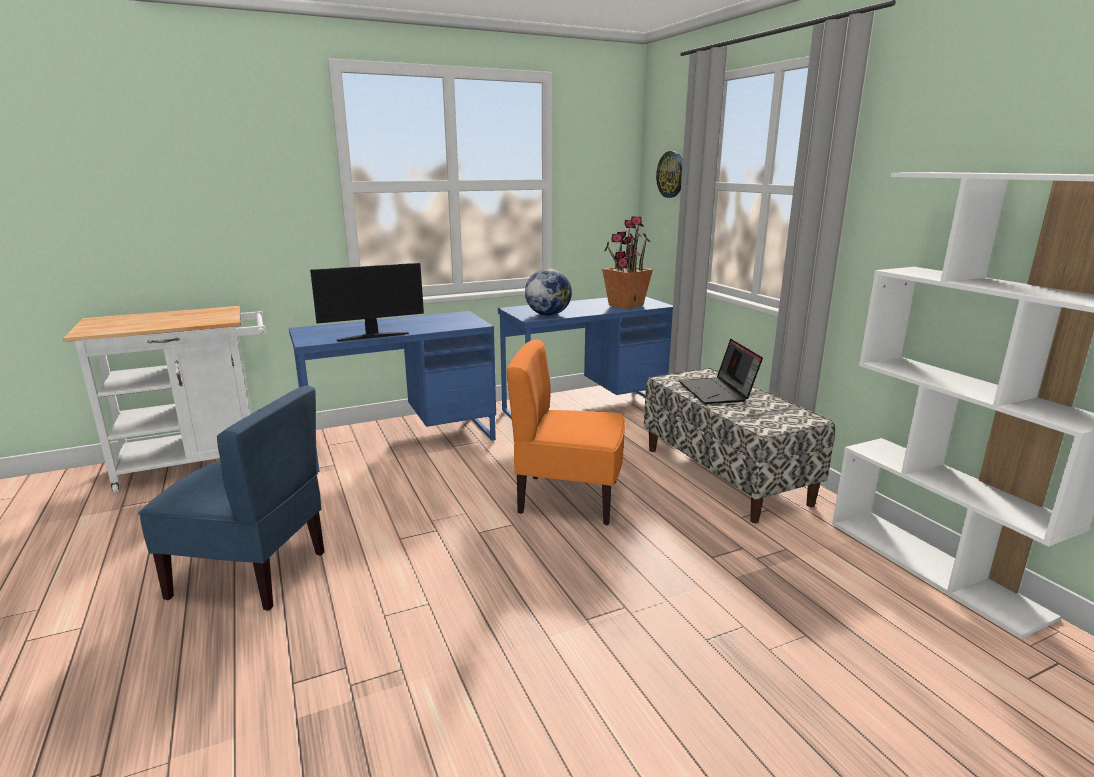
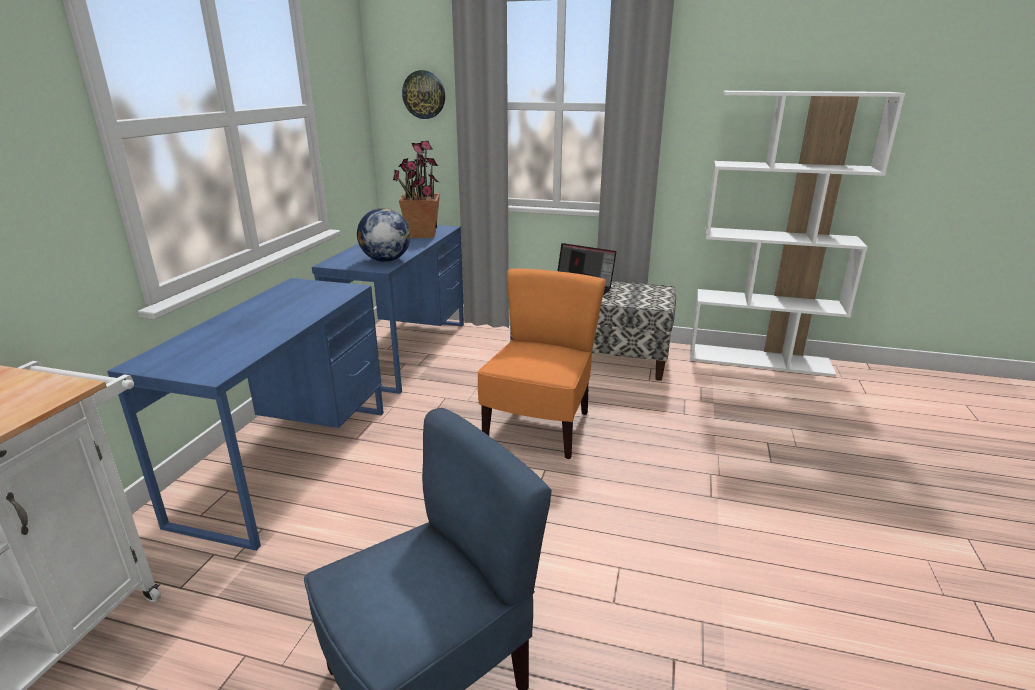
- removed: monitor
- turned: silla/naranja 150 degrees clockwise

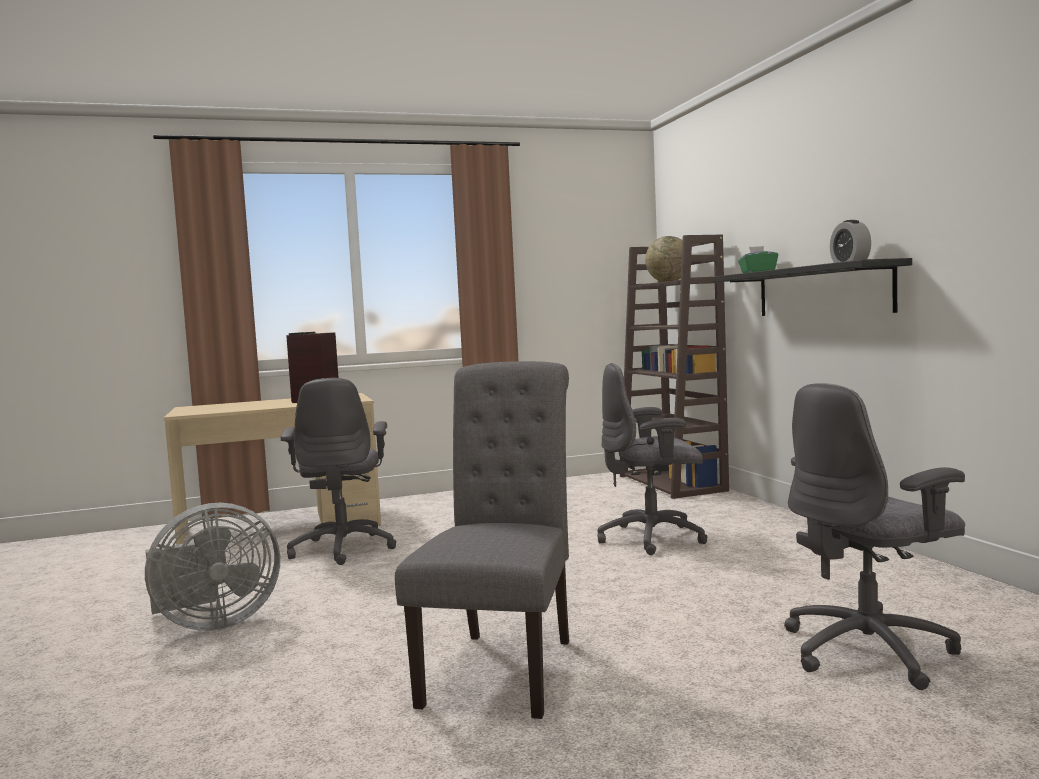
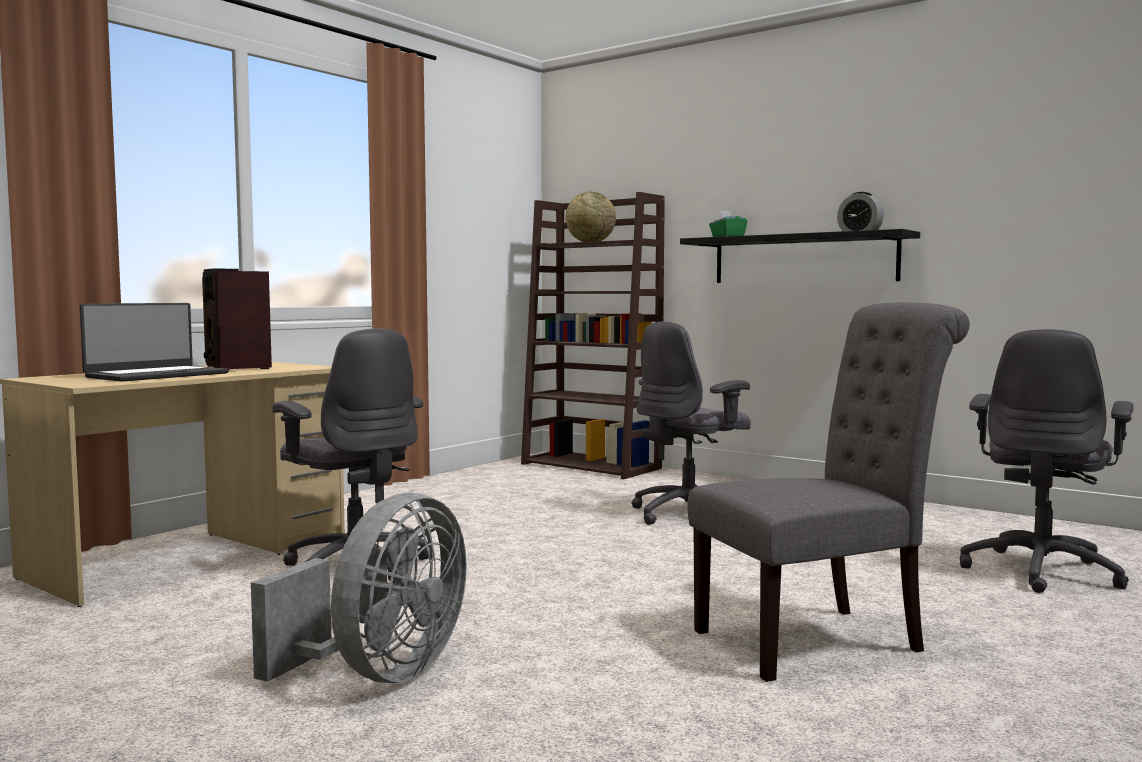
- turned: silla/gris 90 degrees clockwise
- added: portátil

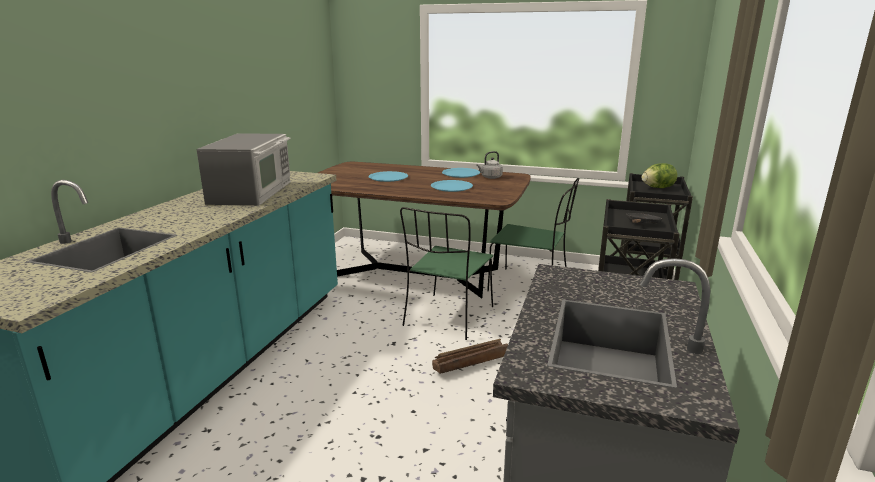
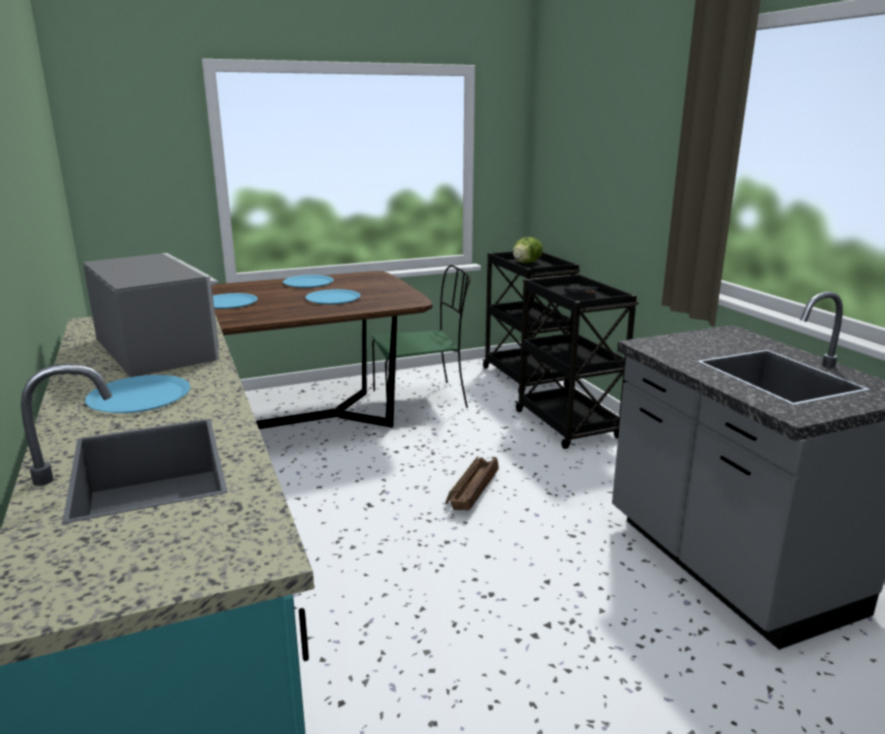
- removed: hervidor/gris
- removed: silla/verde (1st from left)
- added: plato/azul (1st from left)

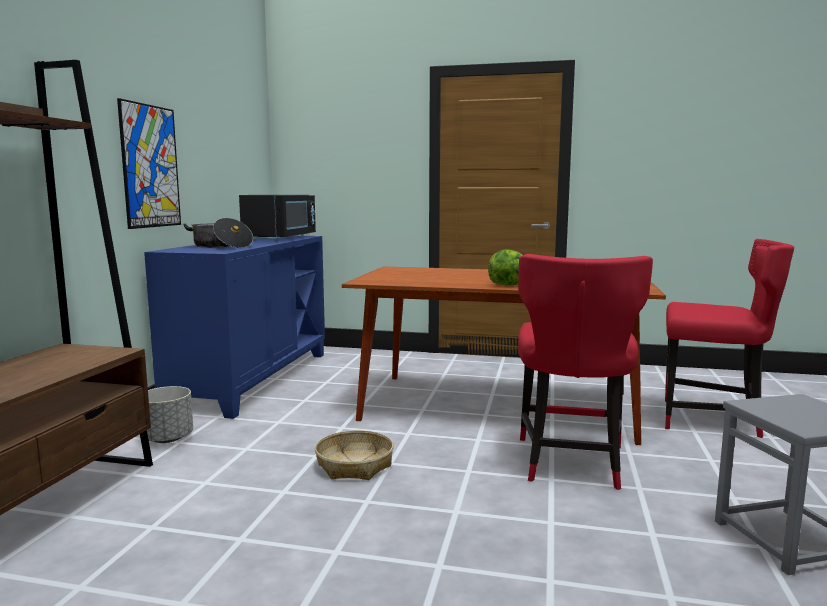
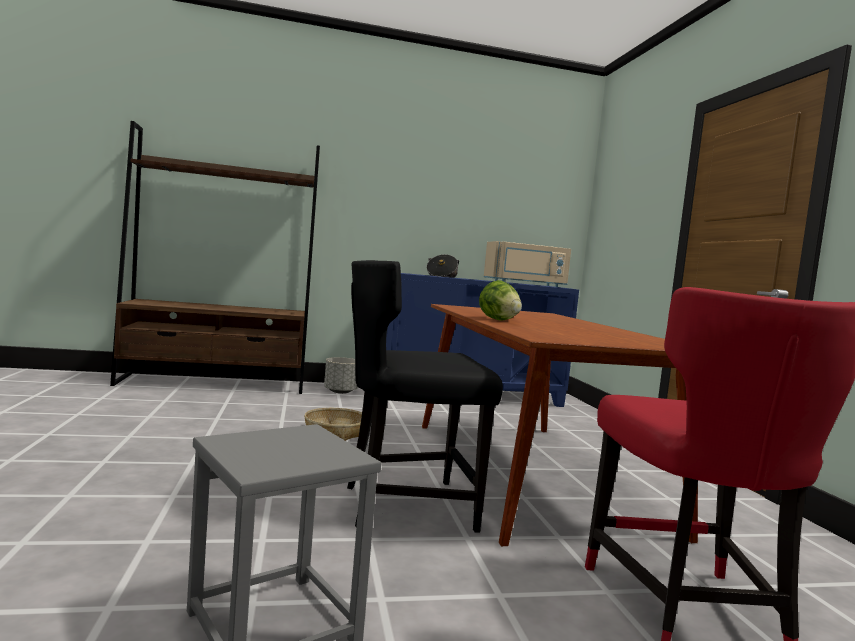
- removed: cuadro
- recoloured: microondas/negro to microondas/beis
- recoloured: silla/rojo (1st from left) to silla/negro

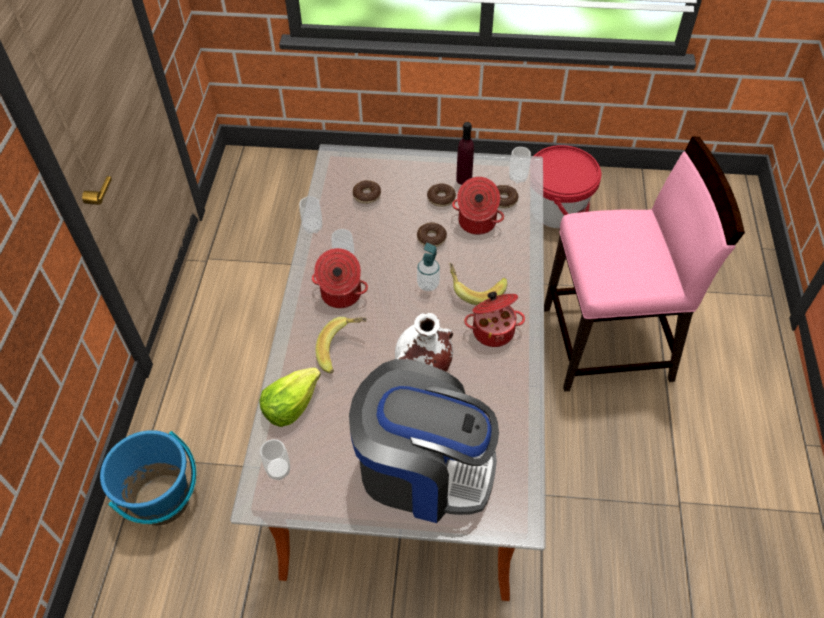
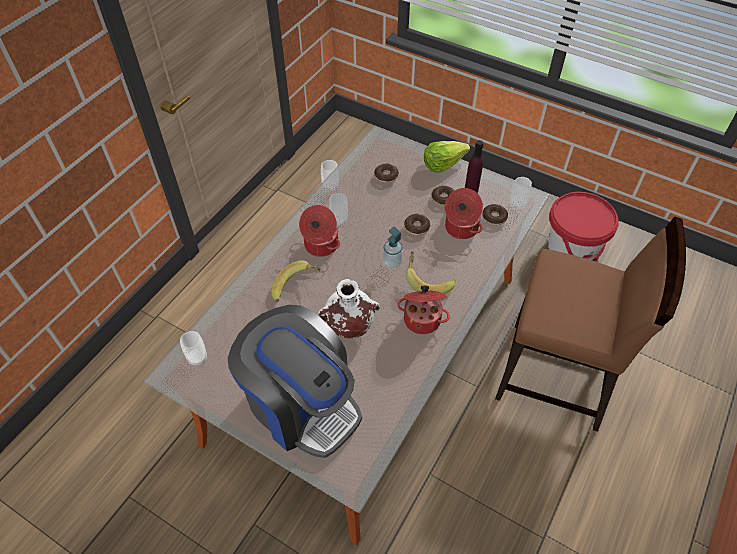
- recoloured: silla/rosa to silla/marrón
- moved: lechuga
- removed: cubo/azul

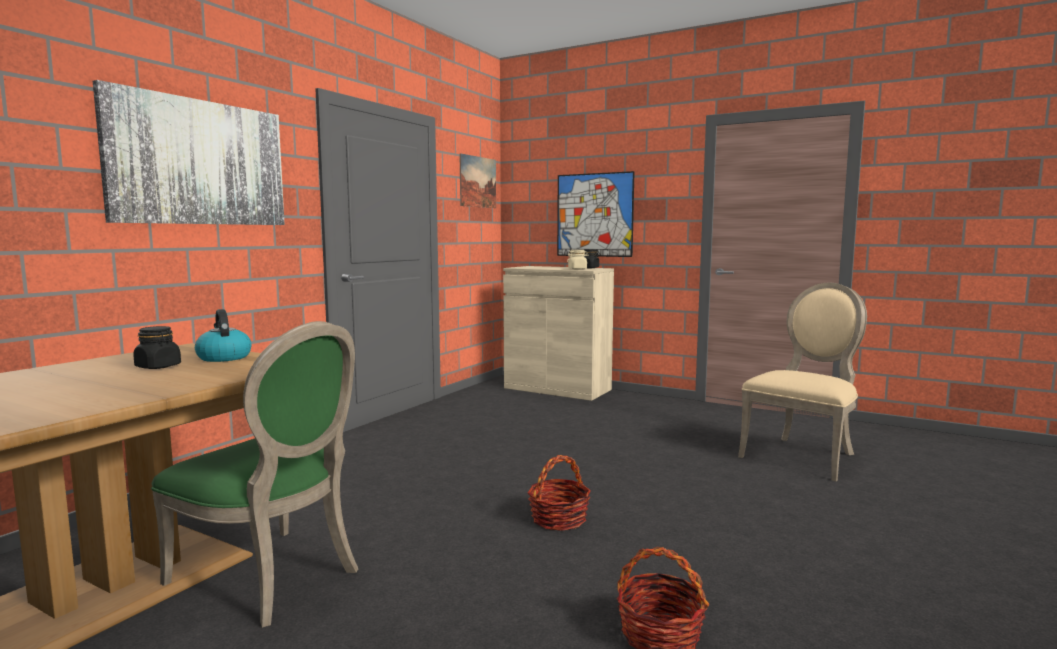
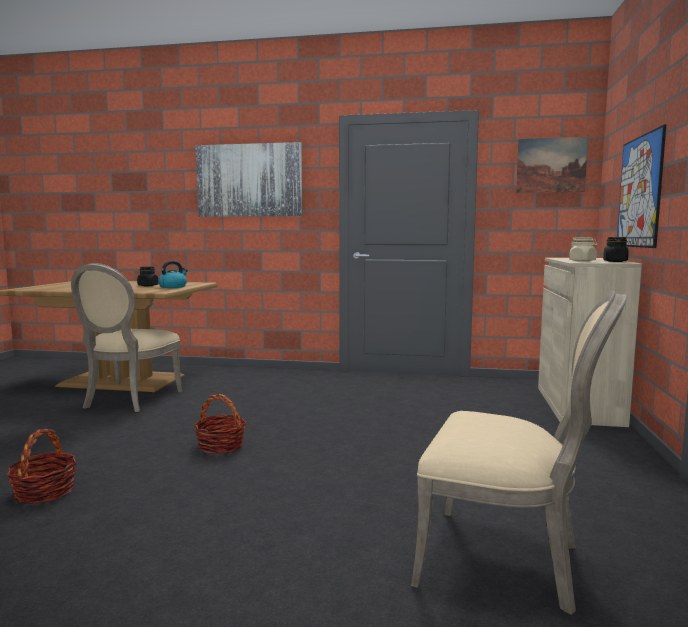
- recoloured: silla/verde to silla/beis (1st from left)

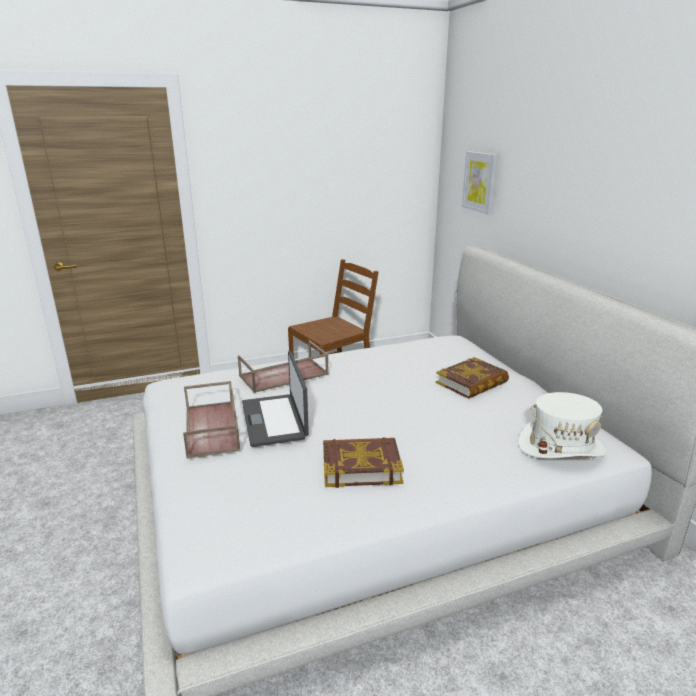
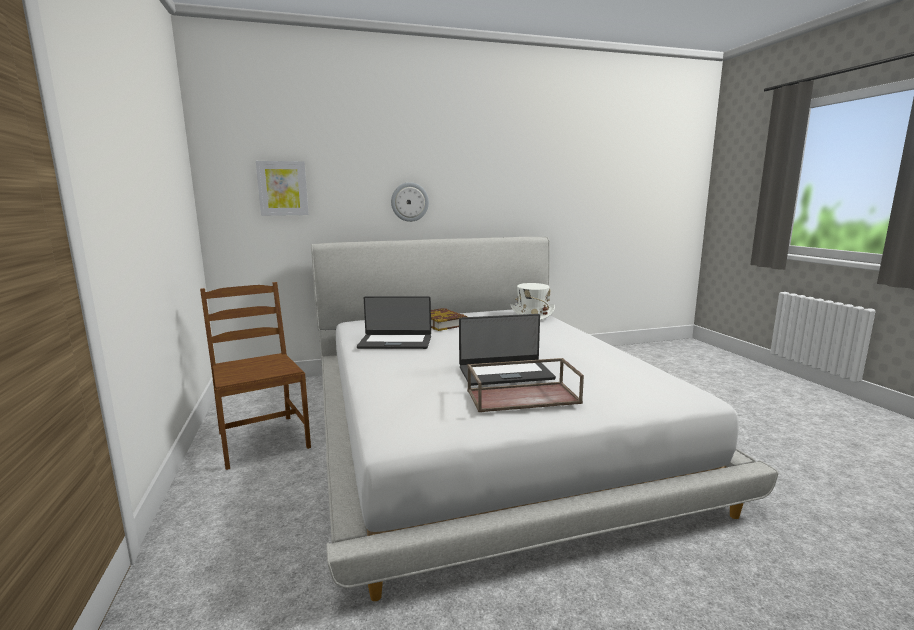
- removed: bandeja/marrón (2nd from left)
- removed: libro (1st from left)
- added: reloj de pared
- added: portátil (1st from left)

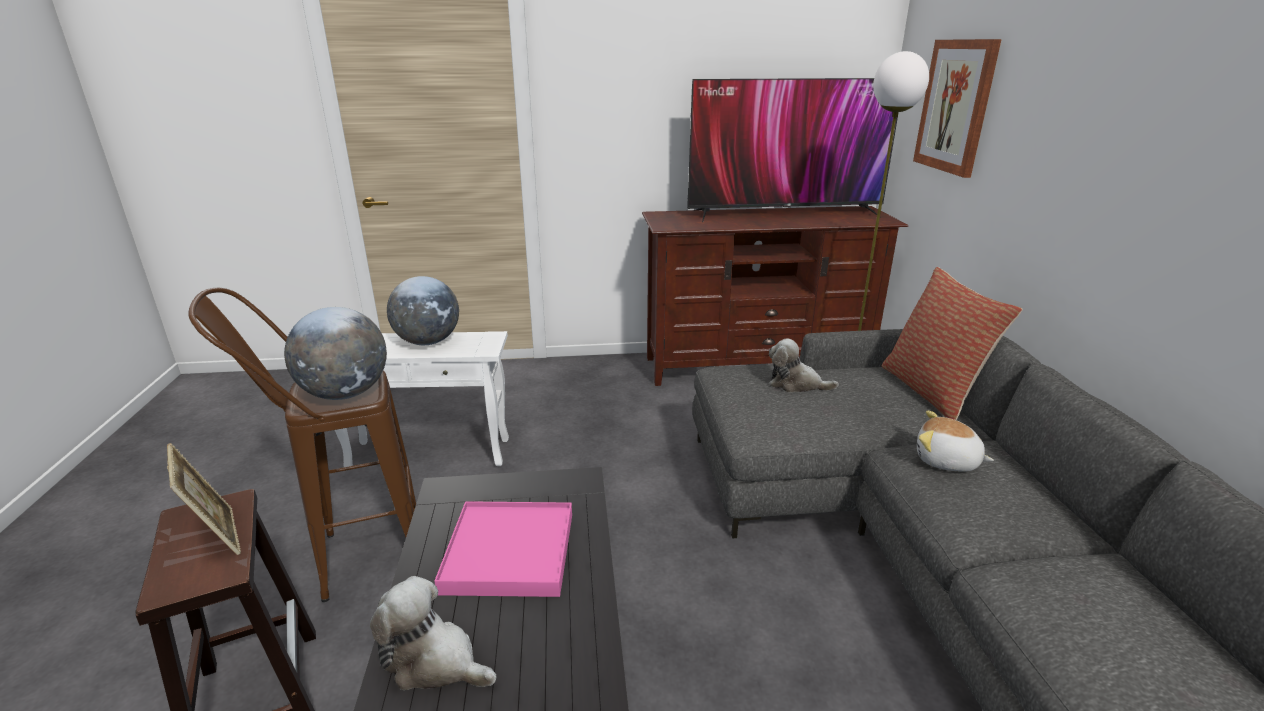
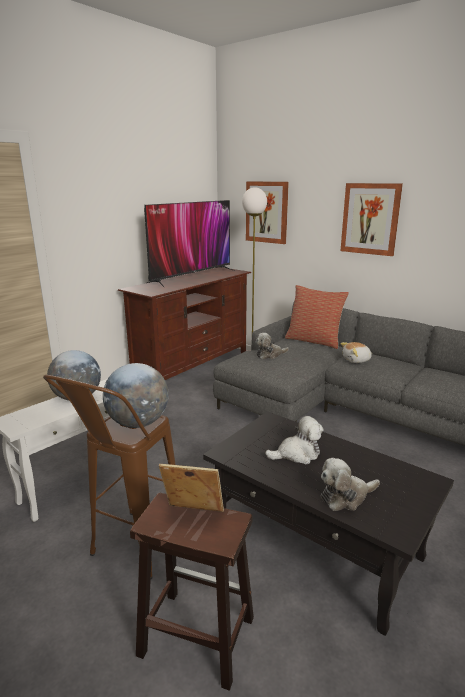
- replaced: bandeja/rosa to peluche (2nd from left)
- added: cuadro (2nd from left)

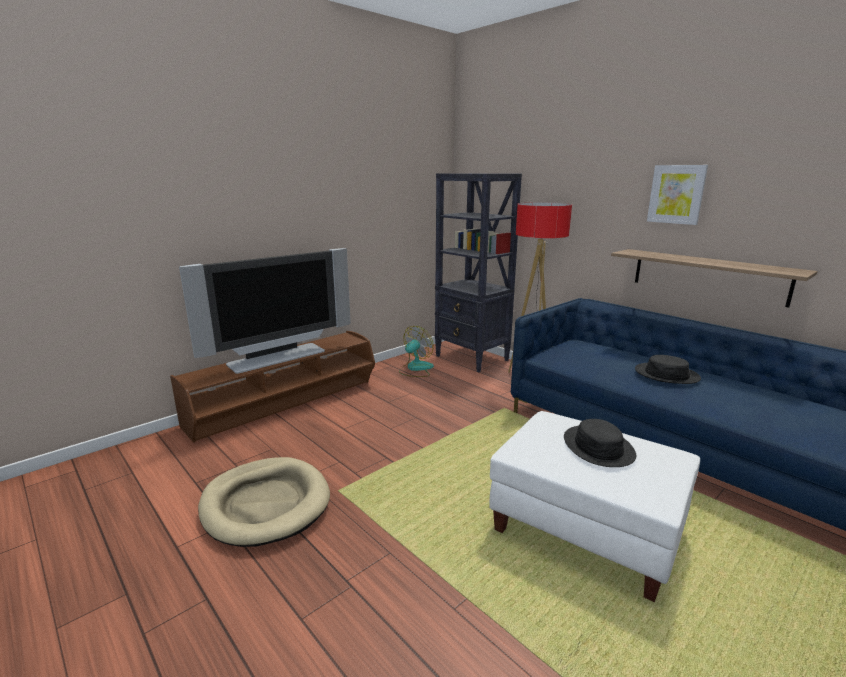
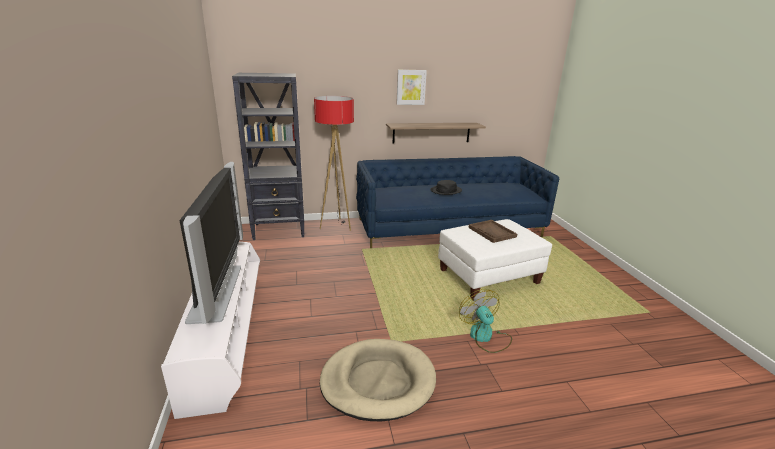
- moved: ventilador
- recoloured: mueble de televisión/marrón to mueble de televisión/blanco
- replaced: sombrero/negro (1st from left) to bandeja/marrón

